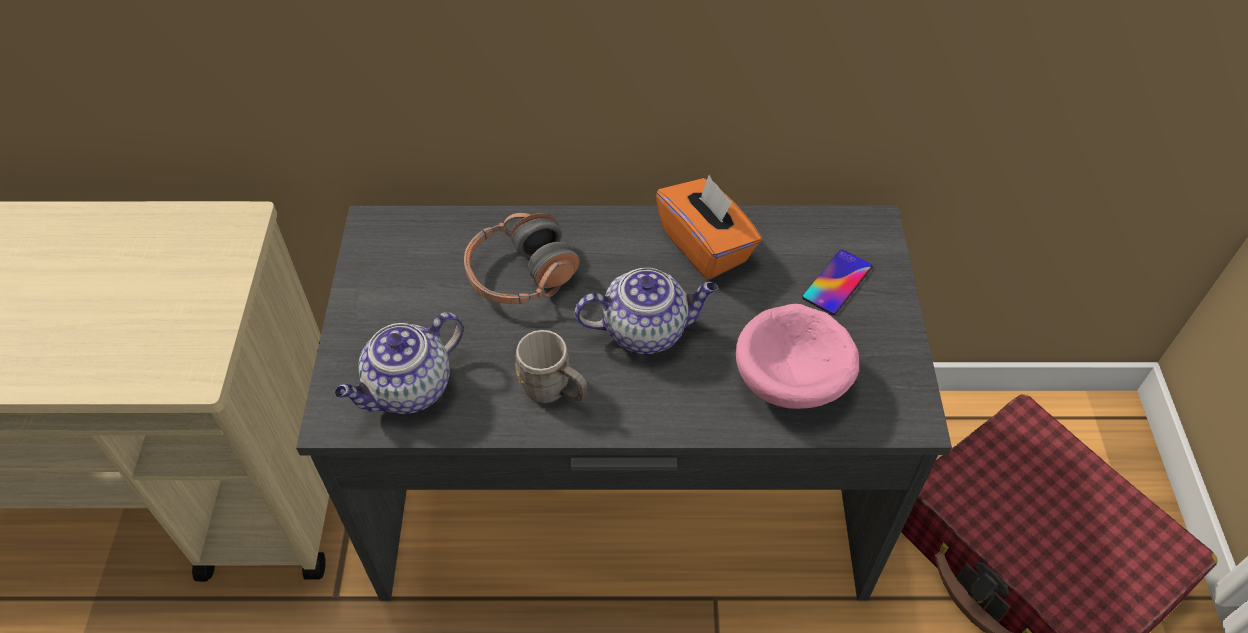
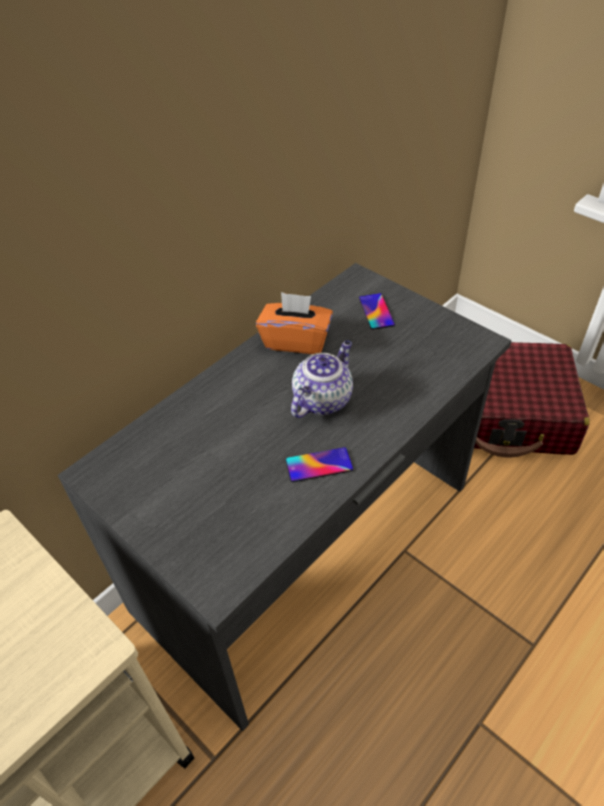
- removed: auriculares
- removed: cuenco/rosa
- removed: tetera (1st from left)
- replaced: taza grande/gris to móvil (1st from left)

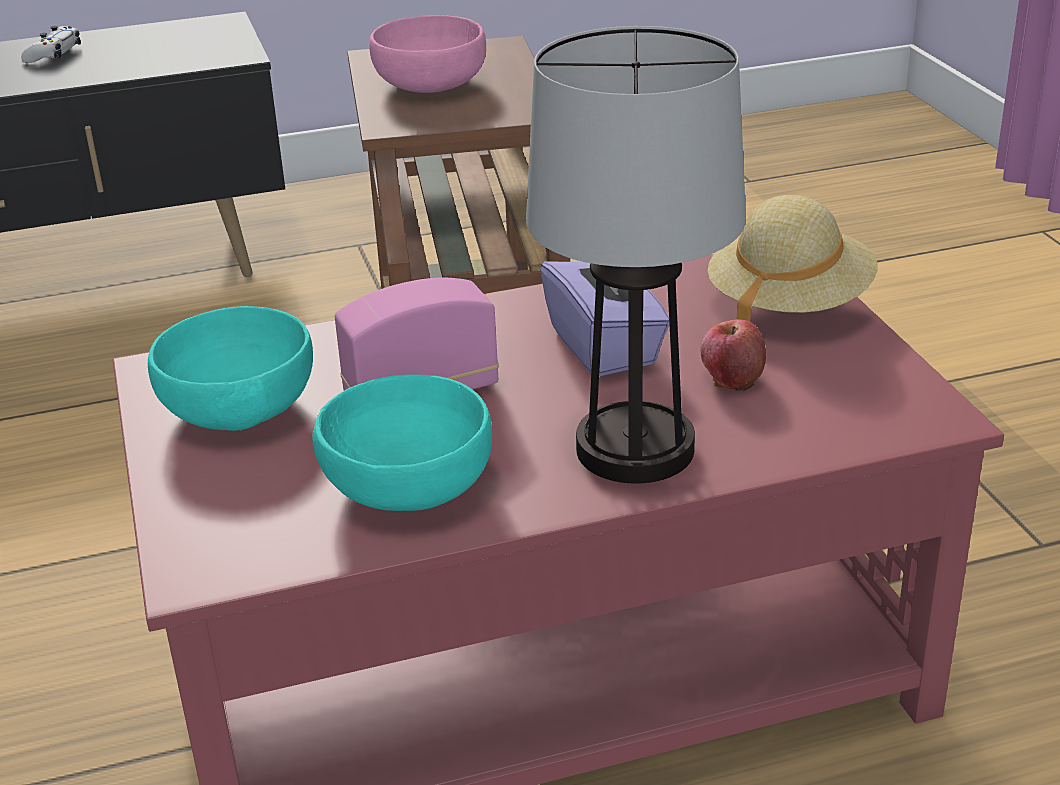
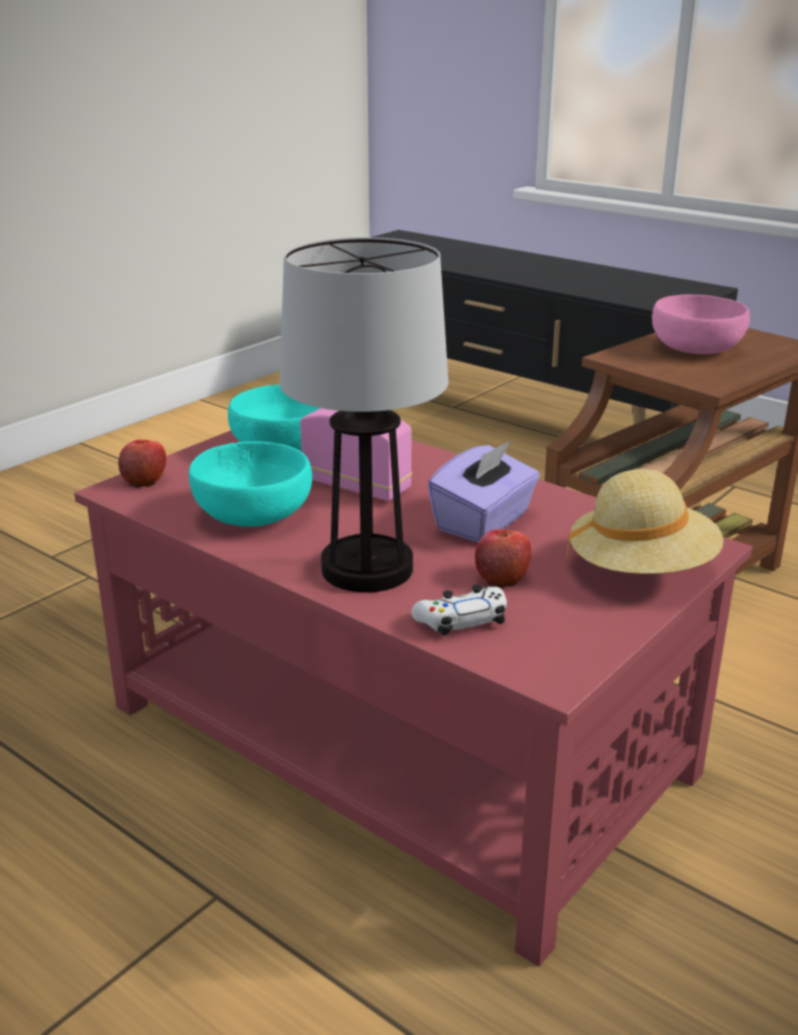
- moved: mando de consola/blanco
- added: manzana (1st from left)

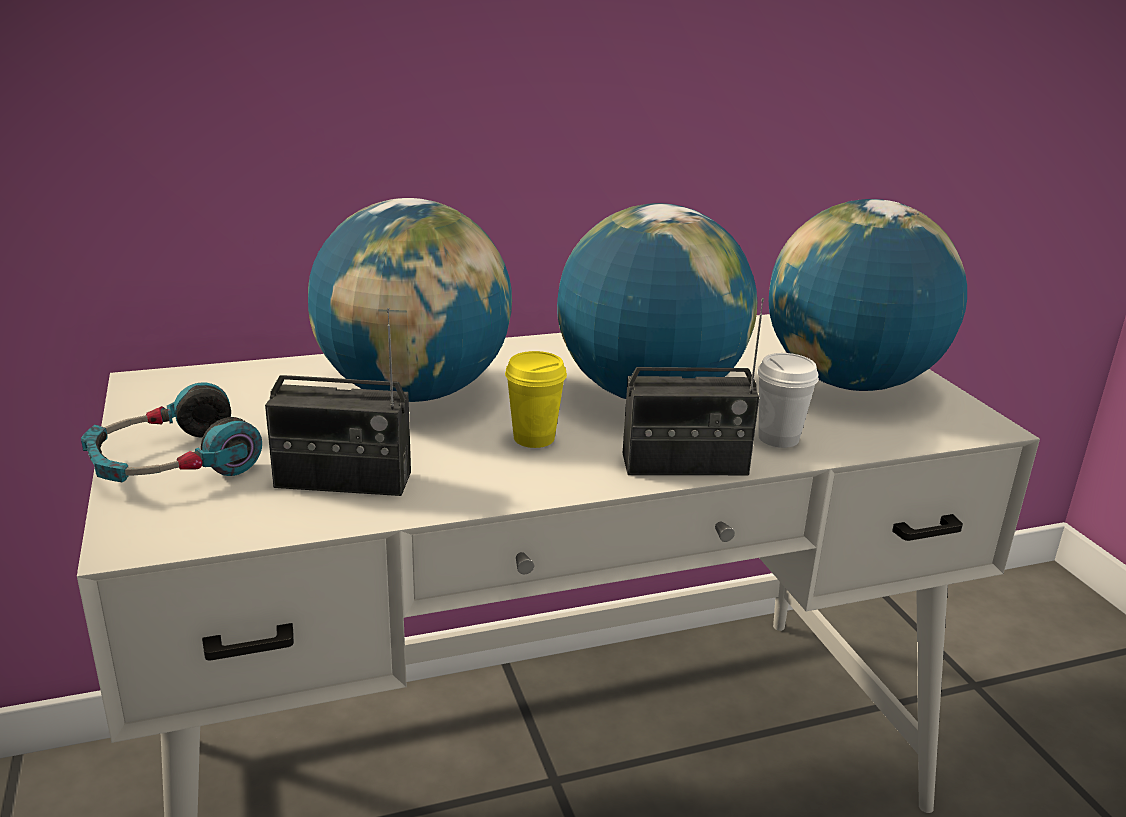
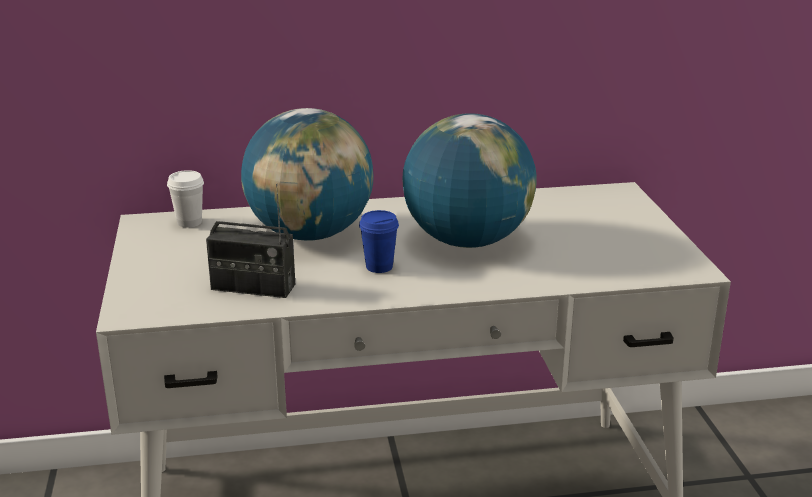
- removed: globo terráqueo (3rd from left)
- removed: radio (2nd from left)
- recoloured: taza/amarillo to taza/azul
- moved: taza/blanco
- removed: auriculares

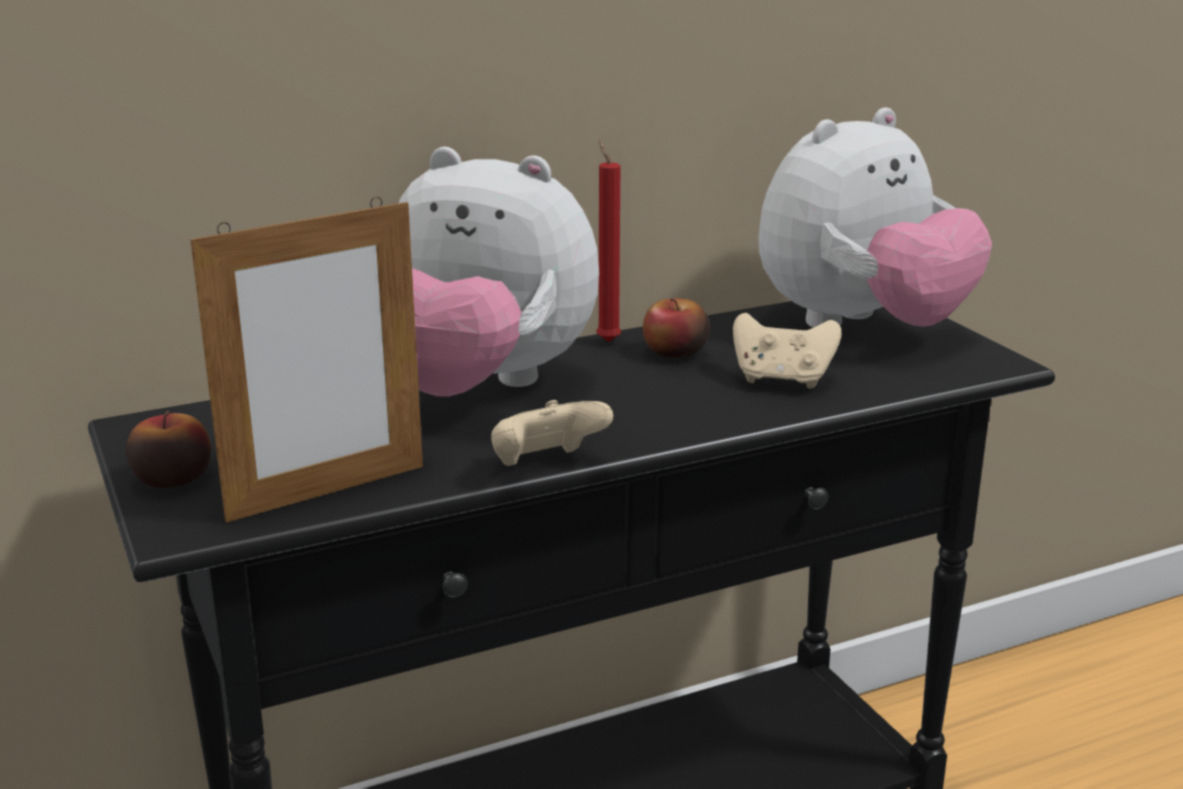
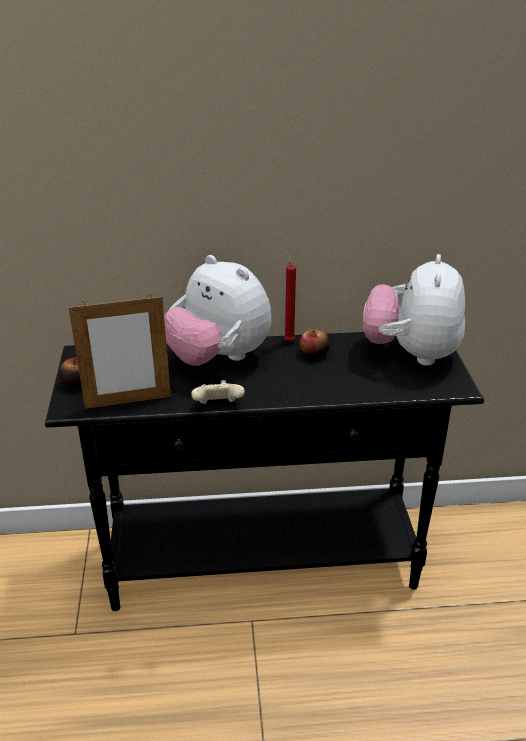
- turned: peluche (2nd from left) 120 degrees clockwise
- removed: mando de consola/beis (2nd from left)

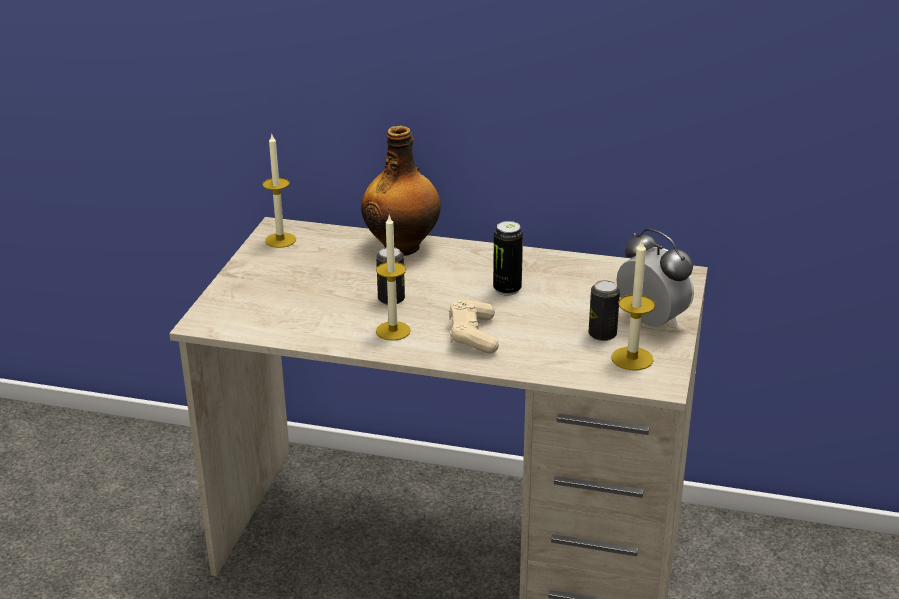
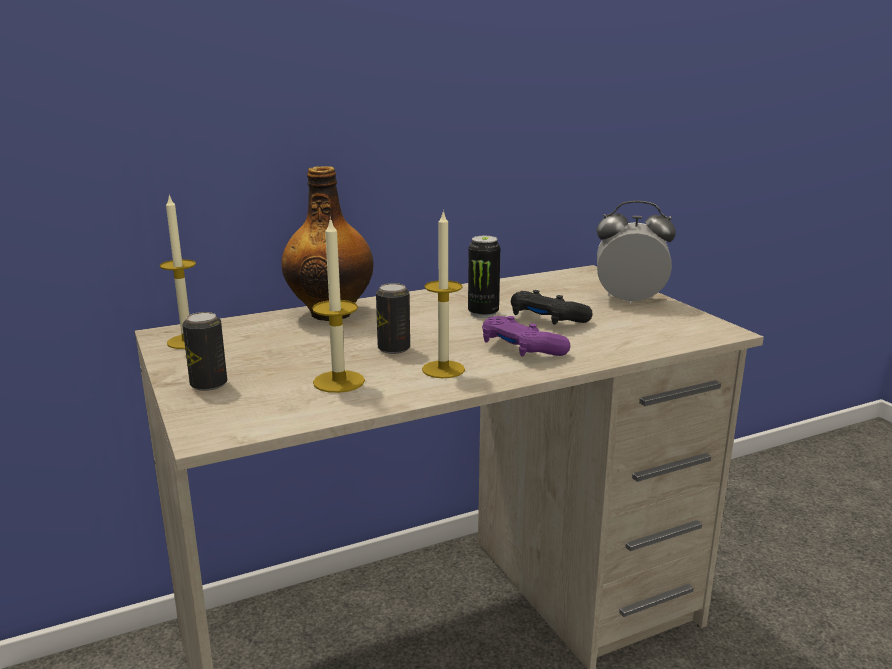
- moved: vela (3rd from left in the first image) to vela (2nd from left)
- moved: lata (3rd from left in the first image) to lata (1st from left)
- recoloured: mando de consola/beis to mando de consola/morado
- added: mando de consola/negro

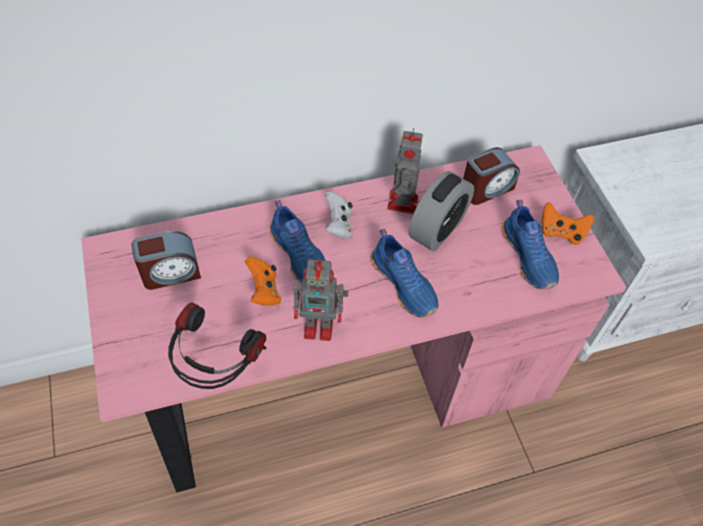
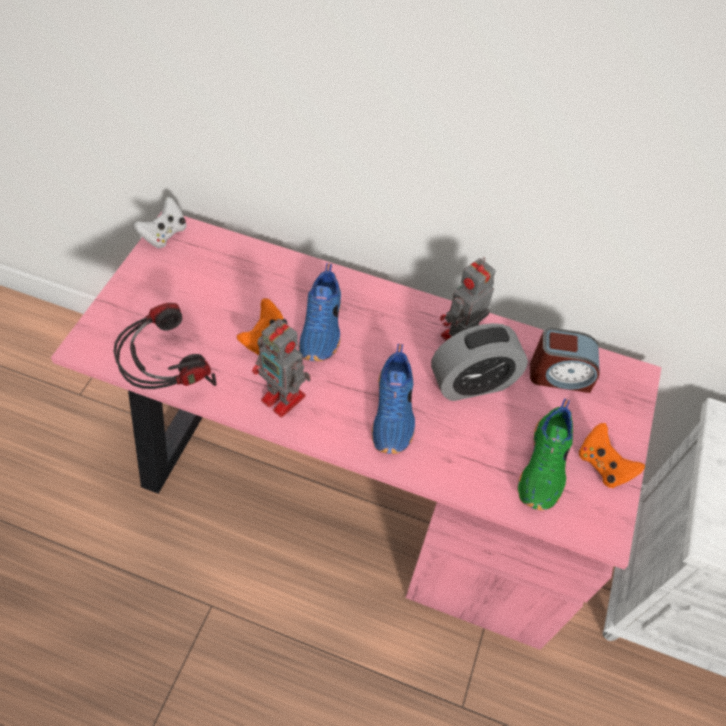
- moved: mando de consola/blanco
- recoloured: zapato/azul (3rd from left) to zapato/verde
- removed: despertador (1st from left)

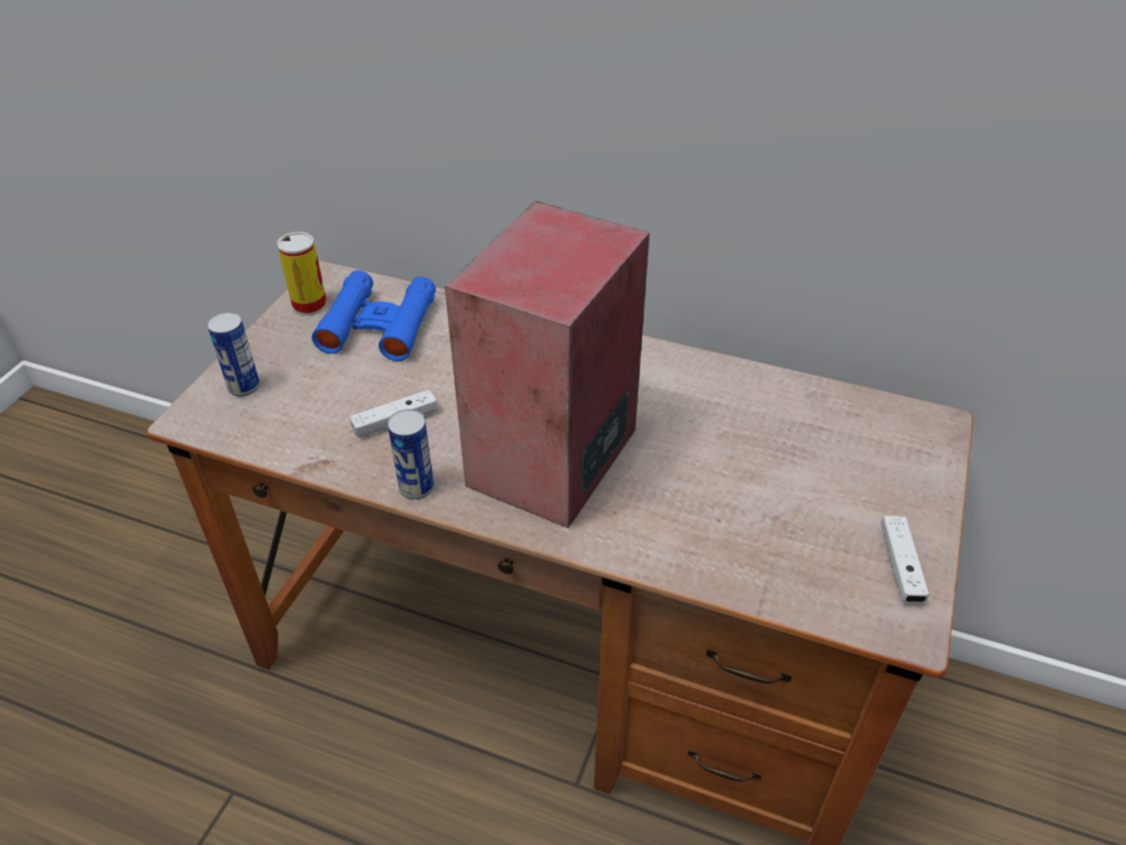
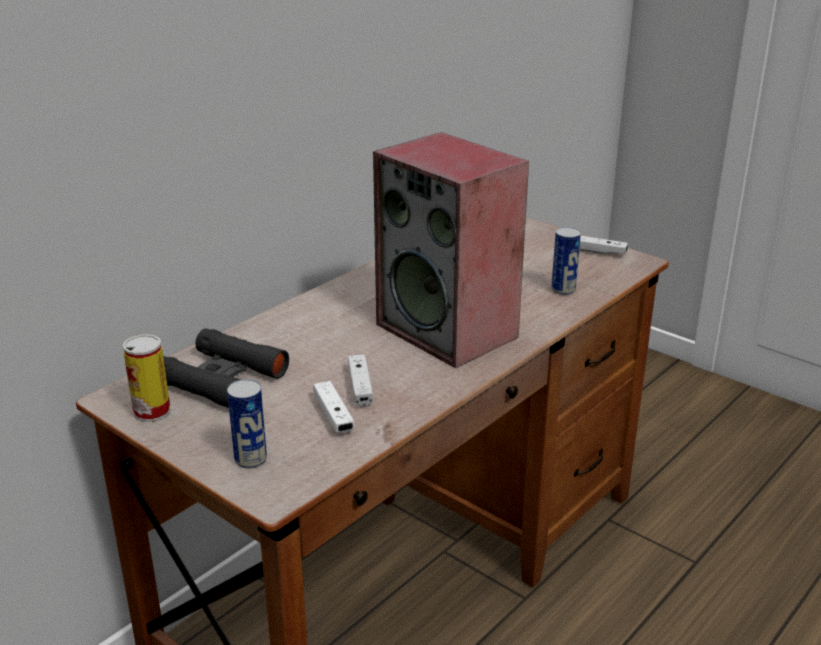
- recoloured: prismáticos/azul to prismáticos/negro
- moved: lata (3rd from left)
- added: mando de consola/blanco (1st from left)

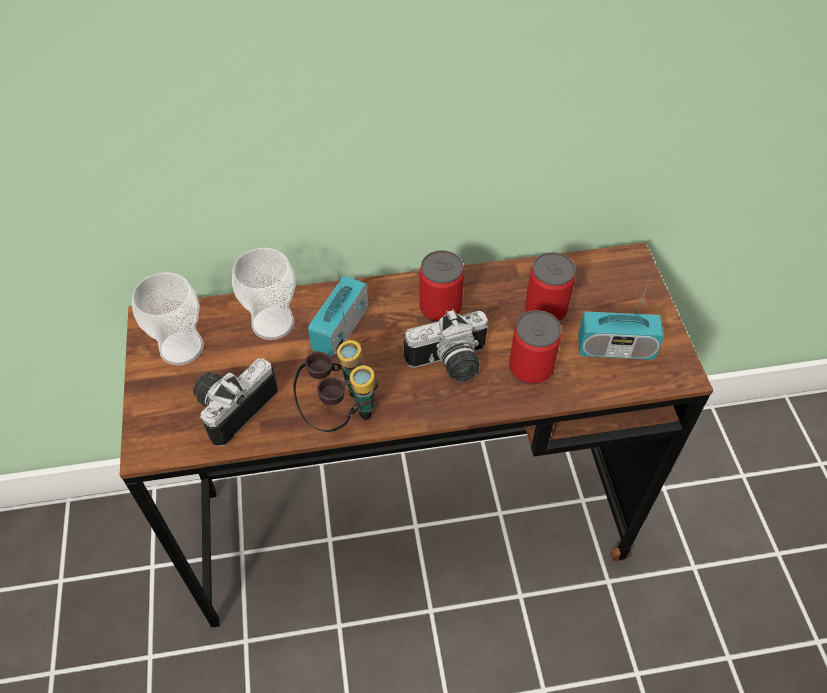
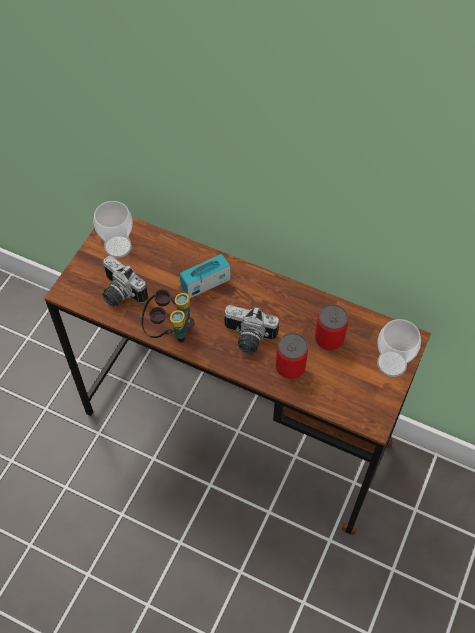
- moved: taza (2nd from left)
- removed: lata (1st from left)
- removed: radio (2nd from left)
- turned: cámara (1st from left) 120 degrees counterclockwise

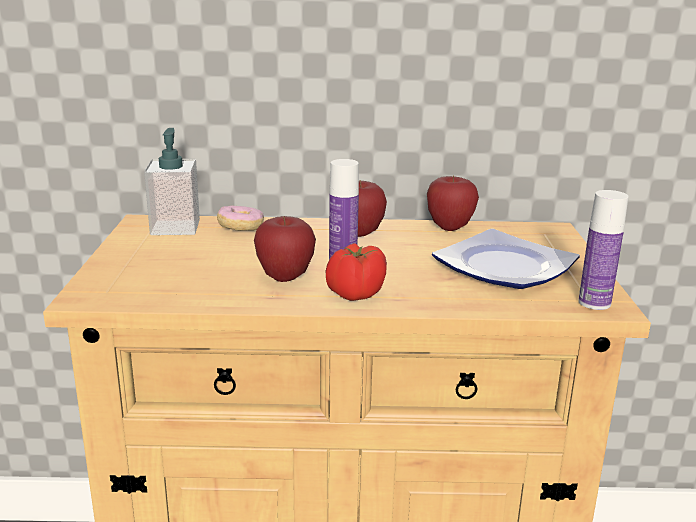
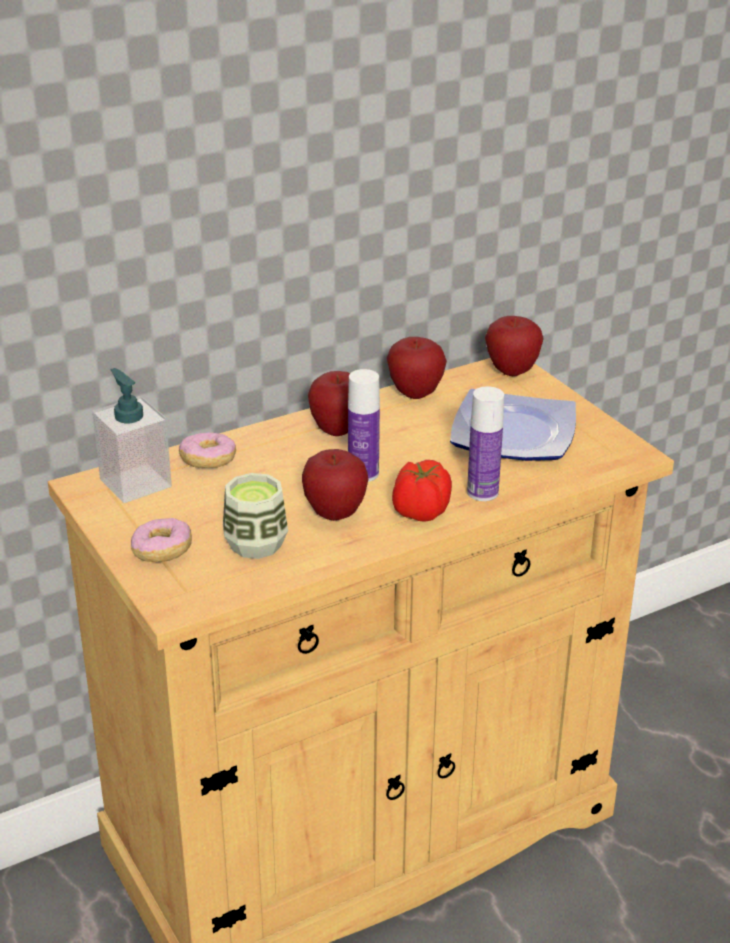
- moved: botella (2nd from left)
- added: manzana (4th from left)
- added: taza
- added: rosquilla (1st from left)

